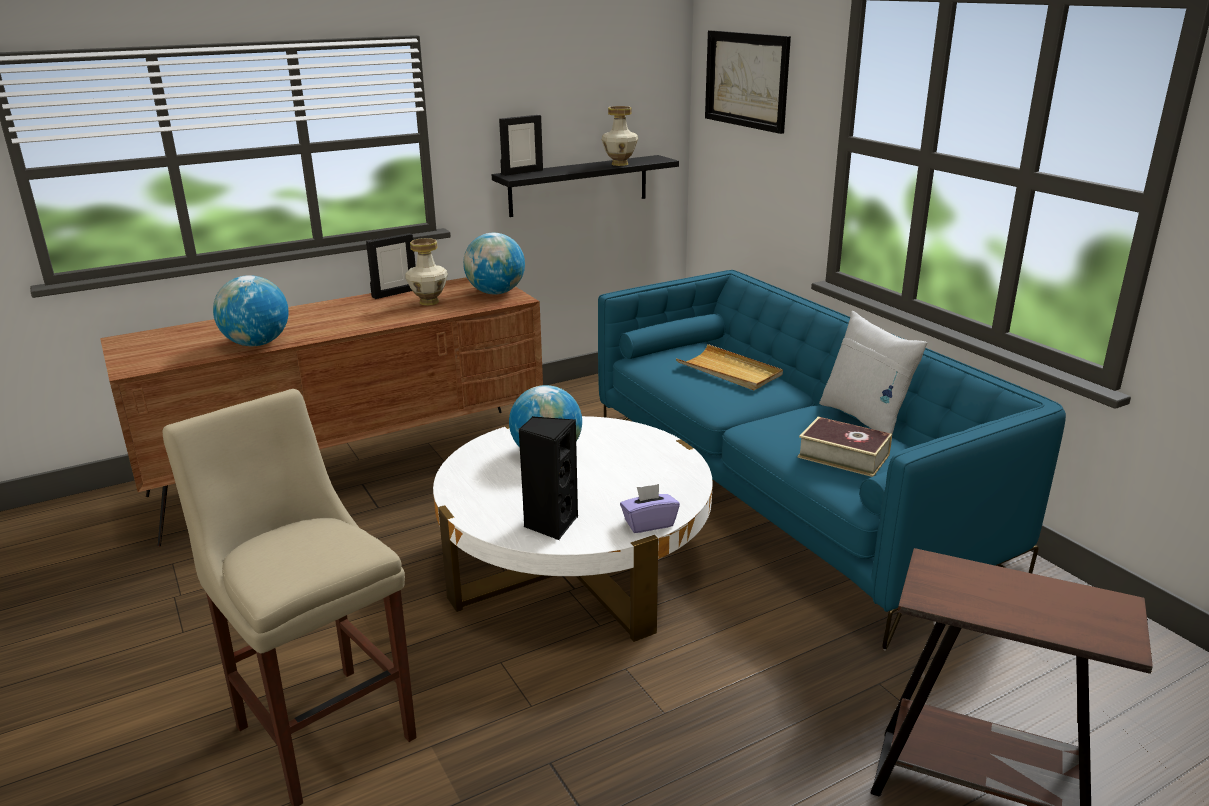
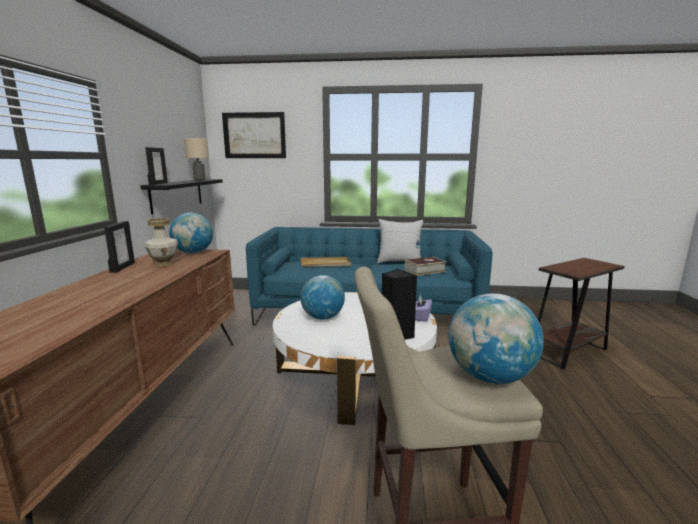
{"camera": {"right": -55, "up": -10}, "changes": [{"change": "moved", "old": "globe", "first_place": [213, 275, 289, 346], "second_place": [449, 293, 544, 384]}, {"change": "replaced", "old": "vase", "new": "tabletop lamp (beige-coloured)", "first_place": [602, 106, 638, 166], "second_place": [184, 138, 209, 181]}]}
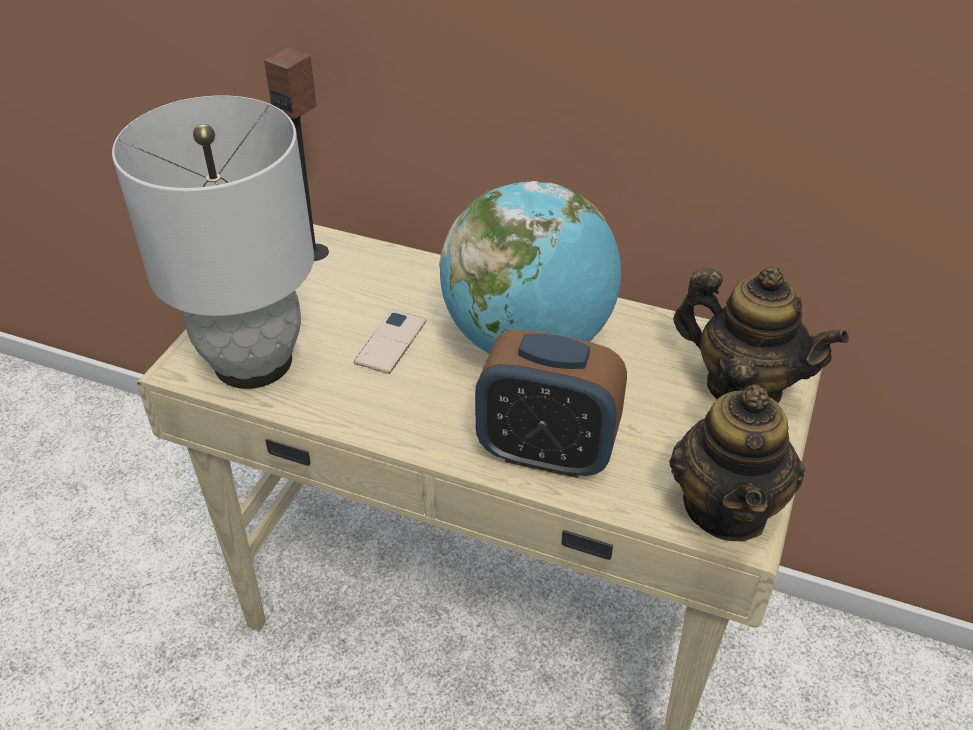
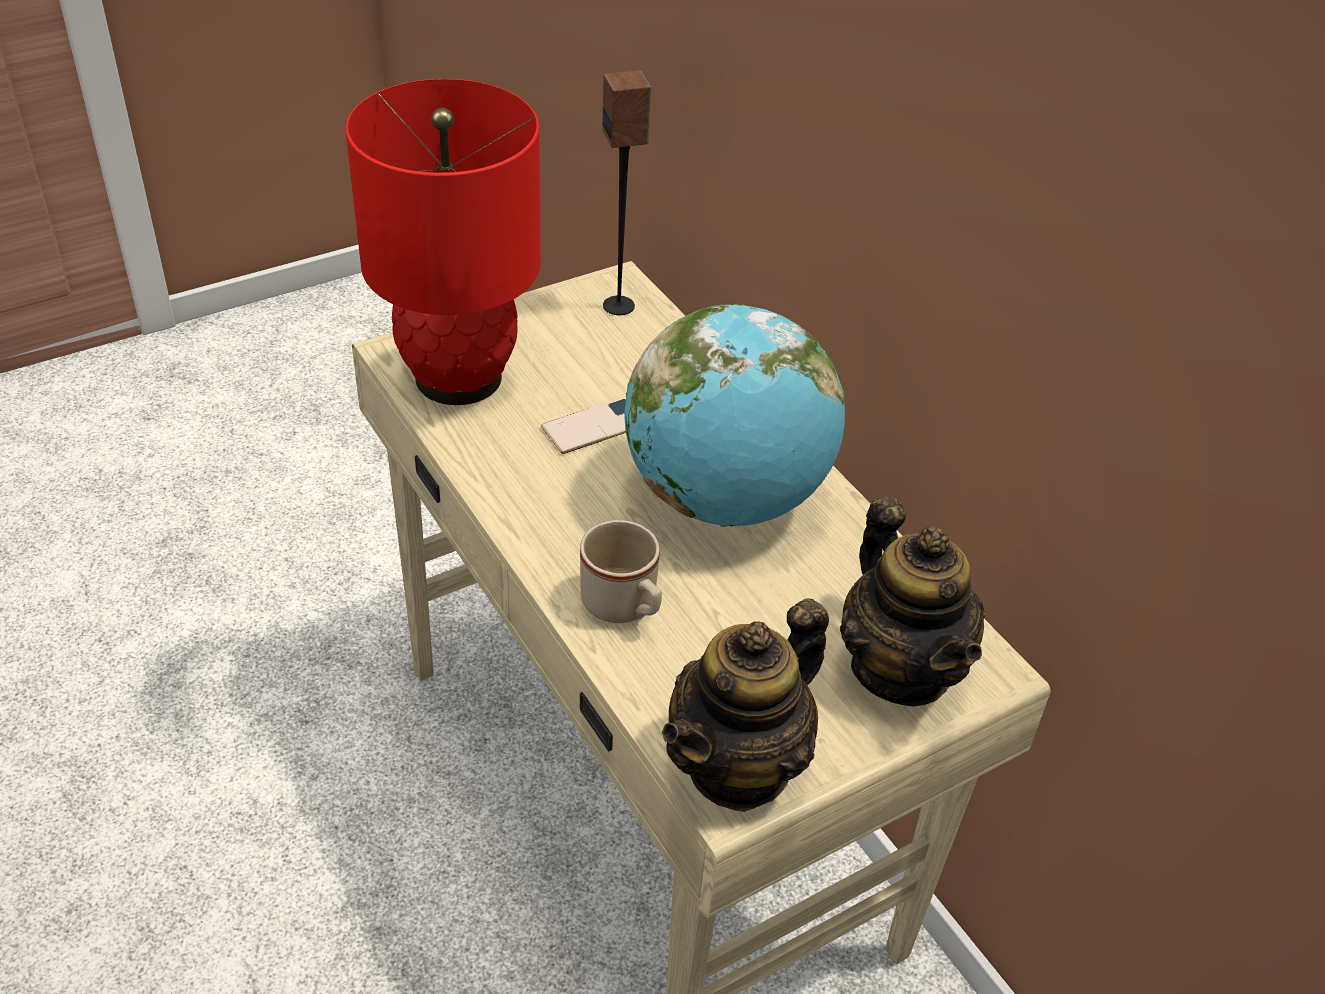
{"camera": {"right": 35, "up": 0}, "changes": [{"change": "recoloured", "old": "tabletop lamp (whitish)", "new": "tabletop lamp (red-coloured)", "first_place": [112, 95, 314, 389], "second_place": [345, 79, 541, 405]}, {"change": "replaced", "old": "table clock", "new": "tea mug (beige-coloured)", "first_place": [475, 329, 627, 478], "second_place": [580, 520, 662, 623]}]}
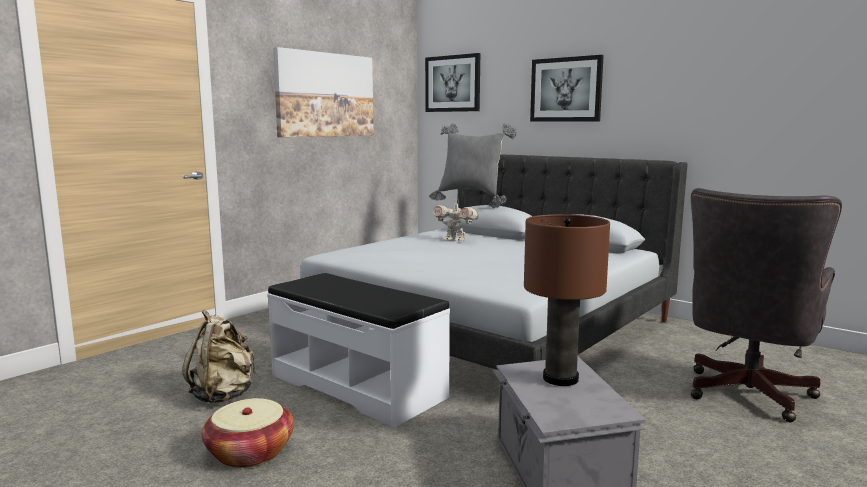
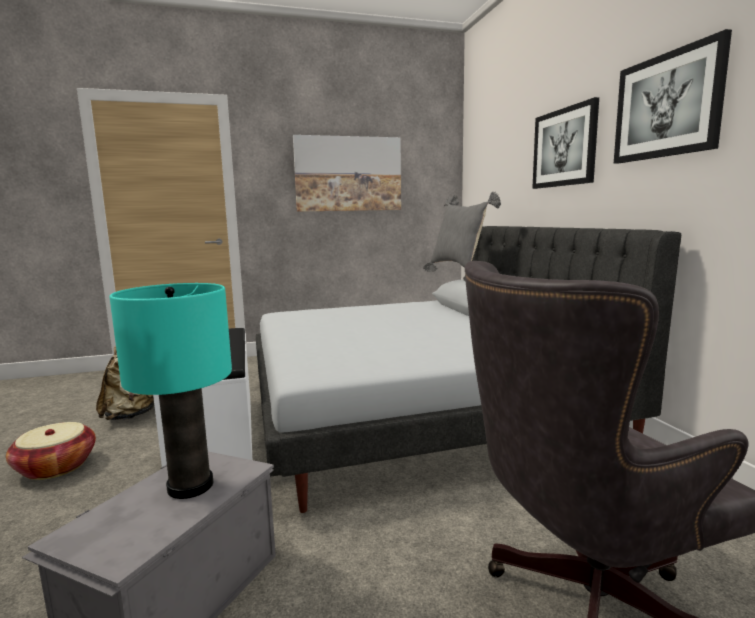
{"camera": {"right": 35, "up": 0}, "changes": [{"change": "moved", "old": "wall picture", "first_place": [425, 53, 480, 112], "second_place": [614, 29, 732, 164]}, {"change": "removed", "old": "model robot", "first_place": [433, 200, 479, 241]}, {"change": "recoloured", "old": "tabletop lamp (brownish)", "new": "tabletop lamp (blue-green)", "first_place": [524, 214, 610, 386], "second_place": [109, 283, 232, 499]}]}
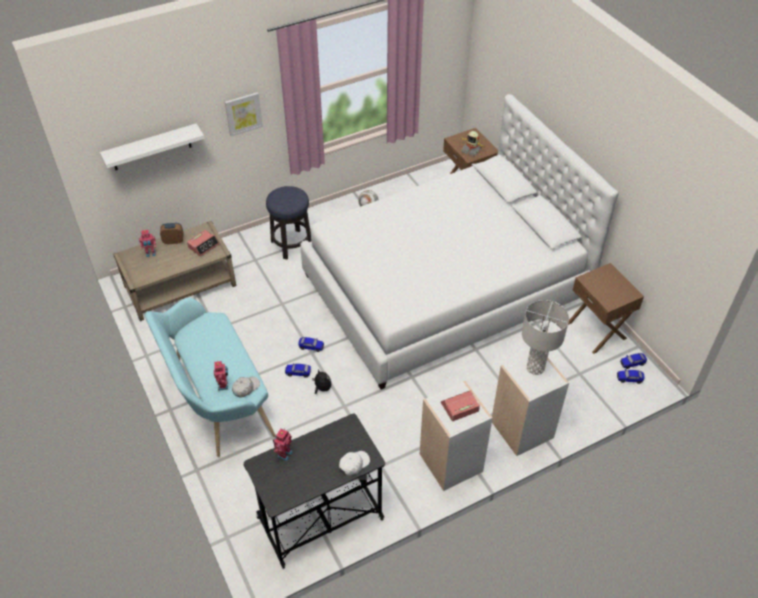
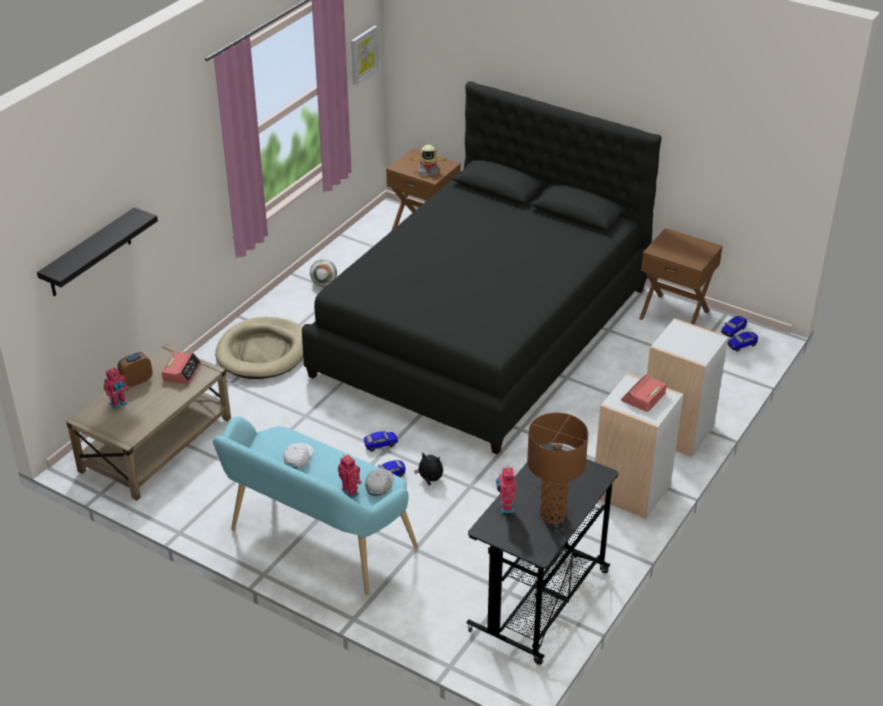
{"camera": {"right": -30, "up": -10}, "changes": [{"change": "recoloured", "old": "bracket shelf (whitish)", "new": "bracket shelf (black)", "first_place": [100, 124, 205, 170], "second_place": [37, 207, 158, 296]}, {"change": "moved", "old": "wall picture", "first_place": [225, 92, 263, 136], "second_place": [351, 26, 379, 85]}, {"change": "replaced", "old": "stool seat", "new": "dog bed (beige-coloured)", "first_place": [266, 186, 311, 259], "second_place": [215, 317, 303, 379]}, {"change": "recoloured", "old": "bedroom bed (whitish)", "new": "bedroom bed (black)", "first_place": [301, 94, 618, 389], "second_place": [302, 81, 661, 455]}, {"change": "moved", "old": "peaked cap (whitish)", "first_place": [339, 451, 370, 476], "second_place": [283, 443, 314, 469]}, {"change": "removed", "old": "tabletop lamp (whitish)", "first_place": [522, 300, 569, 375]}, {"change": "added", "new": "tabletop lamp (brownish)", "second_place": [527, 413, 588, 524]}]}
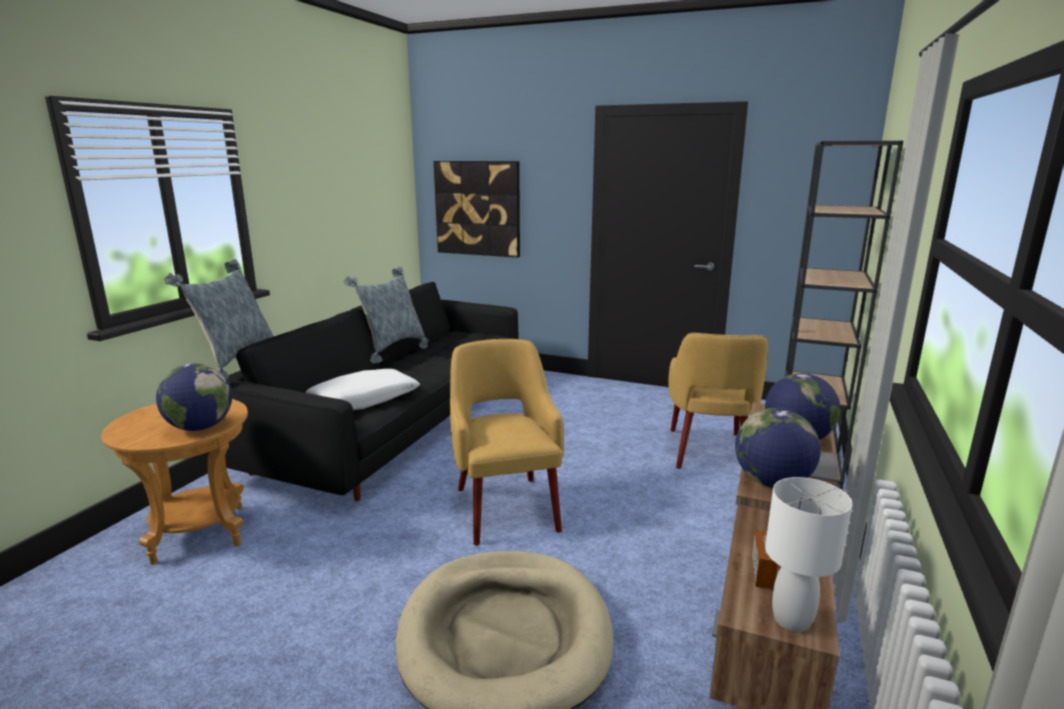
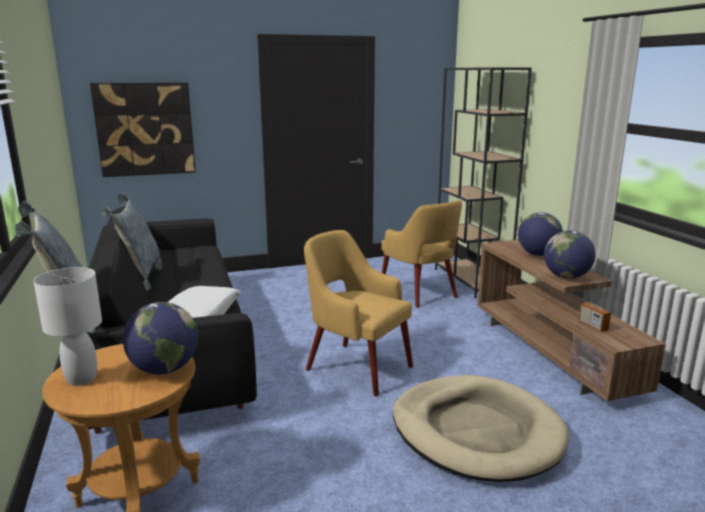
{"camera": {"right": -40, "up": 0}, "changes": [{"change": "moved", "old": "tabletop lamp (whitish)", "first_place": [765, 477, 852, 632], "second_place": [33, 267, 102, 386]}]}
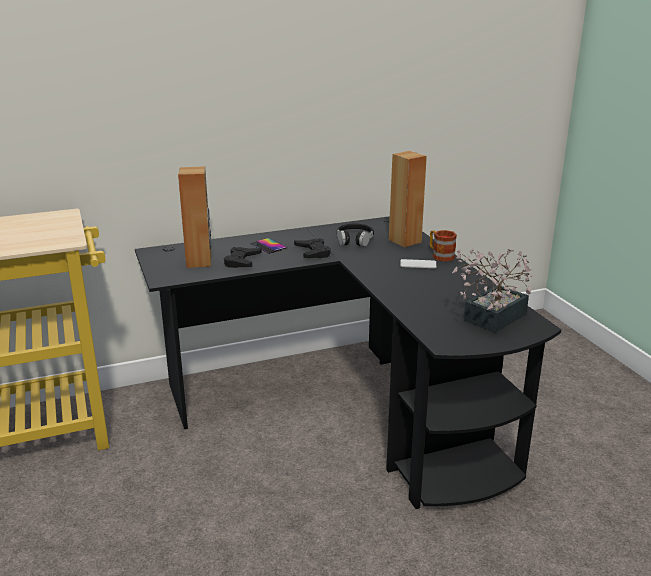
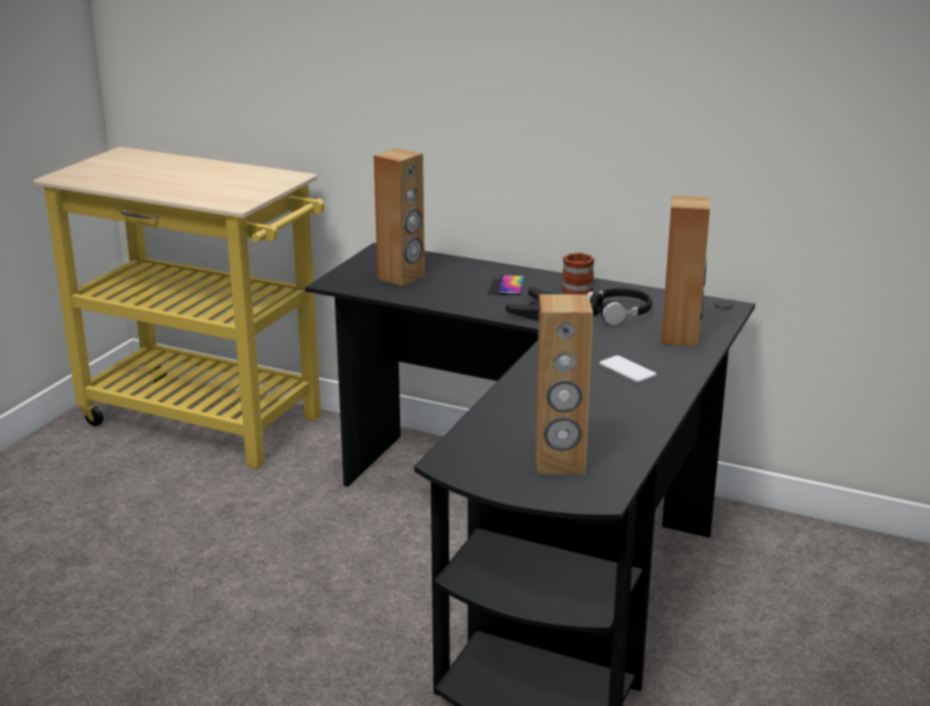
{"camera": {"right": 45, "up": 0}, "changes": [{"change": "removed", "old": "joypad (black)", "first_place": [224, 247, 262, 268]}, {"change": "moved", "old": "tea mug", "first_place": [430, 230, 457, 261], "second_place": [562, 252, 594, 294]}, {"change": "replaced", "old": "potted plant", "new": "speaker (brownish)", "first_place": [452, 248, 533, 333], "second_place": [535, 294, 593, 474]}]}
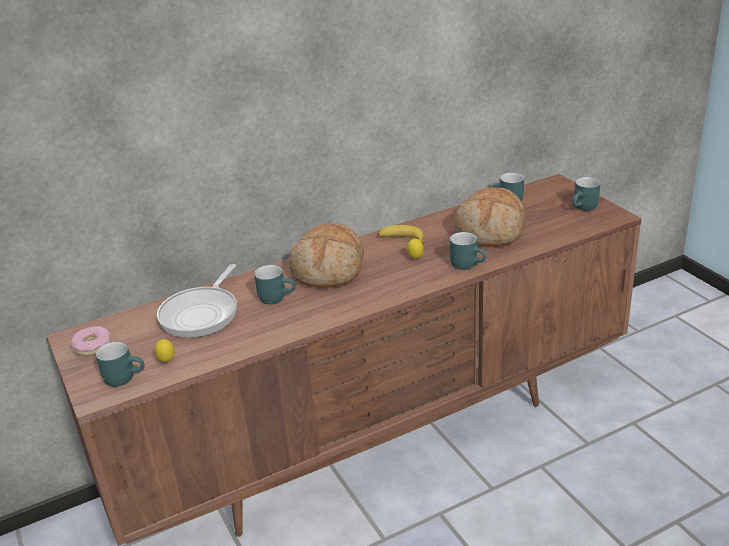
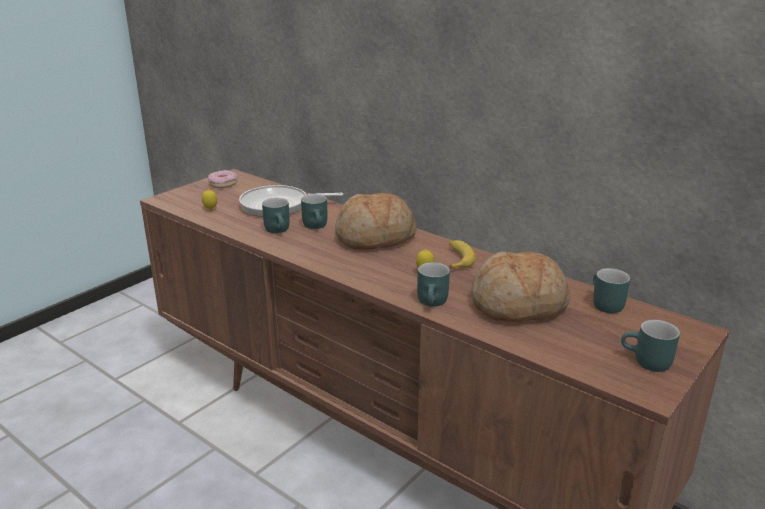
{"camera": {"right": 65, "up": -5}, "changes": [{"change": "moved", "old": "tea mug (blue-green)", "first_place": [96, 342, 145, 387], "second_place": [262, 198, 290, 233]}]}
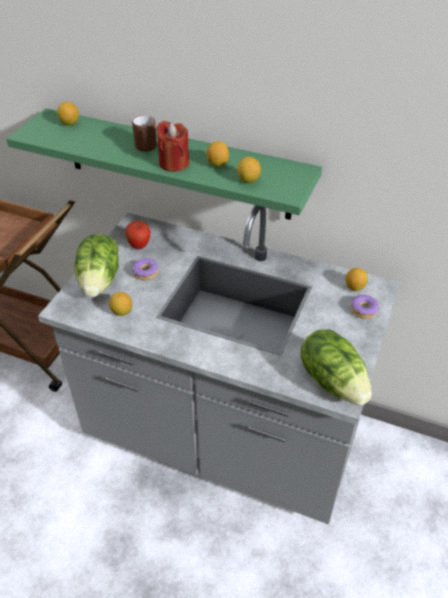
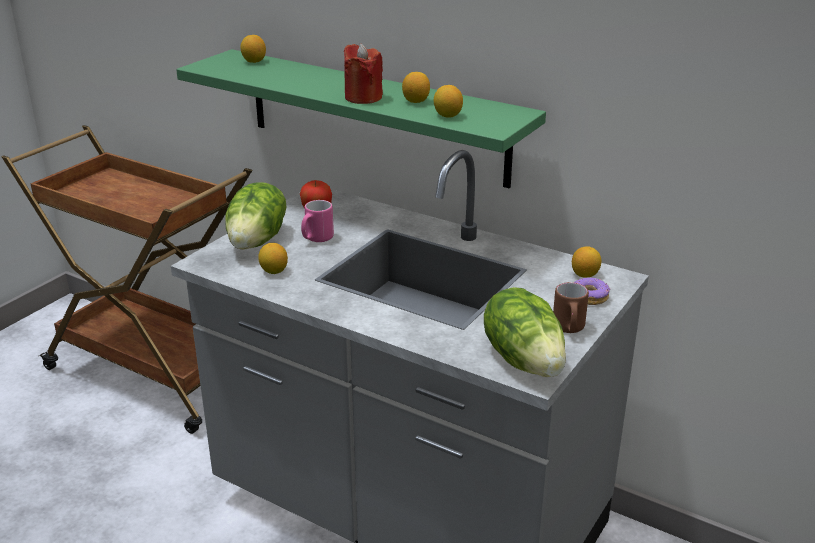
{"camera": {"right": 10, "up": -15}, "changes": [{"change": "moved", "old": "tea mug (brownish)", "first_place": [132, 115, 157, 152], "second_place": [553, 282, 589, 333]}, {"change": "replaced", "old": "ring doughnut", "new": "tea mug (pink)", "first_place": [132, 258, 158, 280], "second_place": [301, 200, 334, 242]}]}
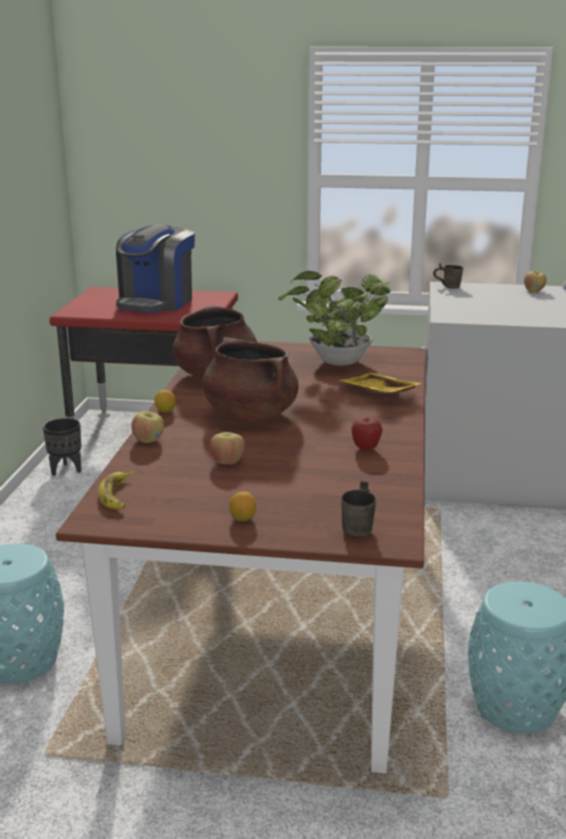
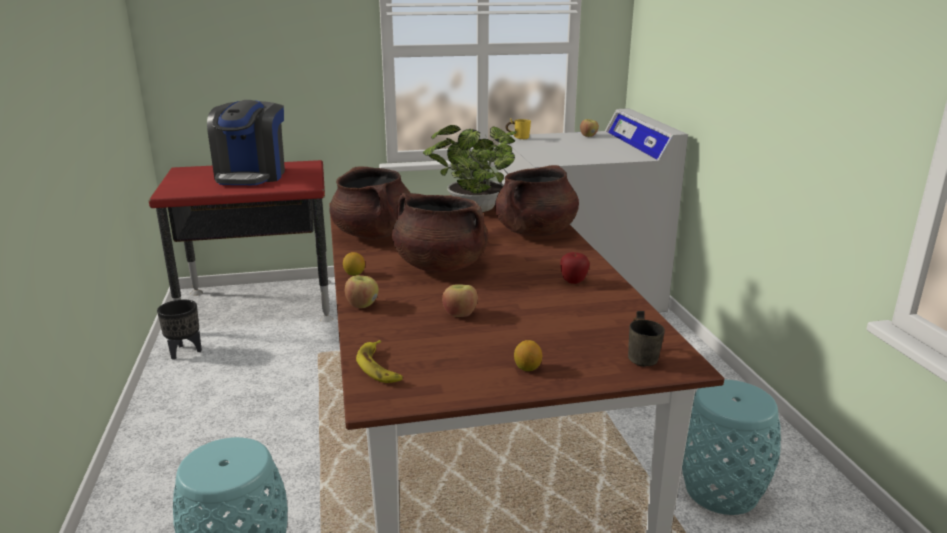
{"camera": {"right": -20, "up": 0}, "changes": [{"change": "replaced", "old": "serving tray (yellow-coloured)", "new": "cooking pot (brownish)", "first_place": [340, 373, 422, 395], "second_place": [495, 165, 579, 236]}, {"change": "recoloured", "old": "tea mug (grey)", "new": "tea mug (yellow-coloured)", "first_place": [433, 263, 463, 289], "second_place": [506, 118, 531, 139]}]}
